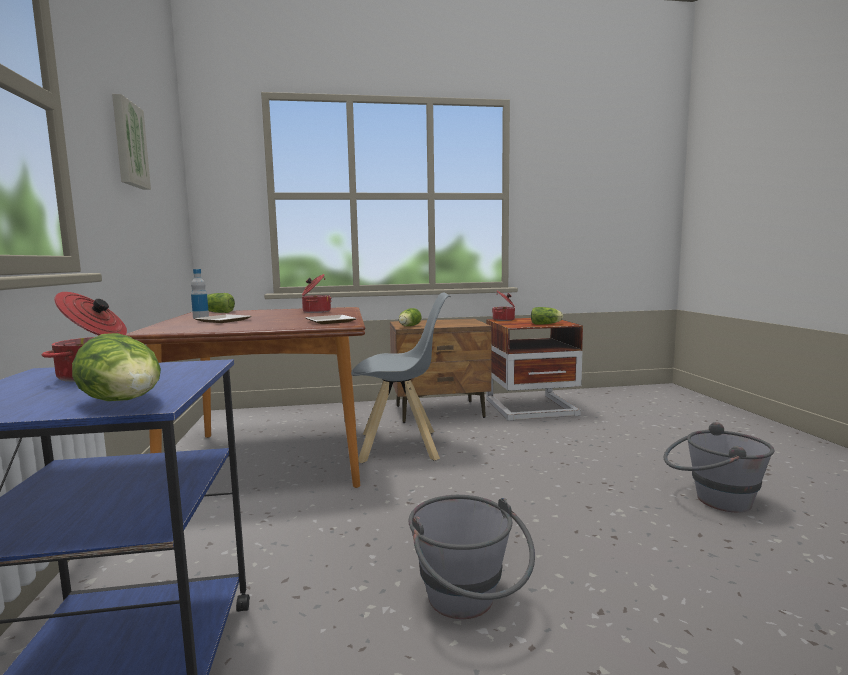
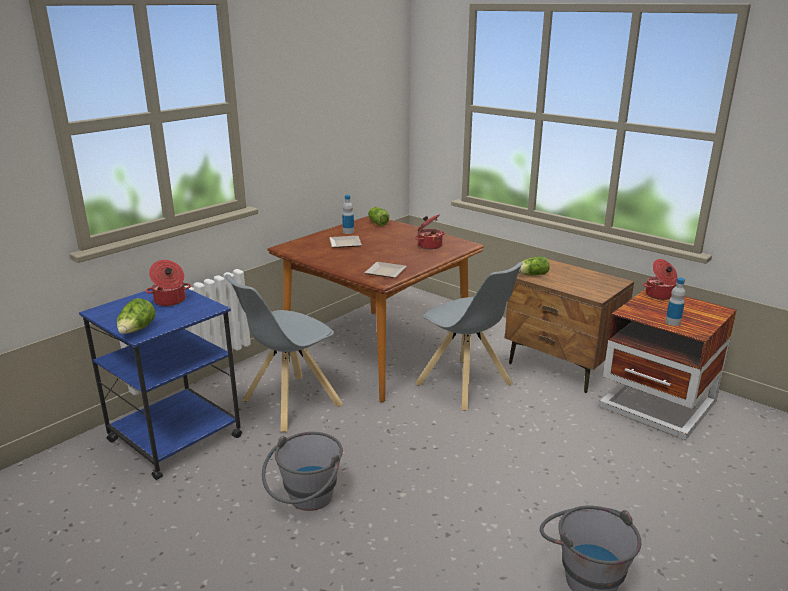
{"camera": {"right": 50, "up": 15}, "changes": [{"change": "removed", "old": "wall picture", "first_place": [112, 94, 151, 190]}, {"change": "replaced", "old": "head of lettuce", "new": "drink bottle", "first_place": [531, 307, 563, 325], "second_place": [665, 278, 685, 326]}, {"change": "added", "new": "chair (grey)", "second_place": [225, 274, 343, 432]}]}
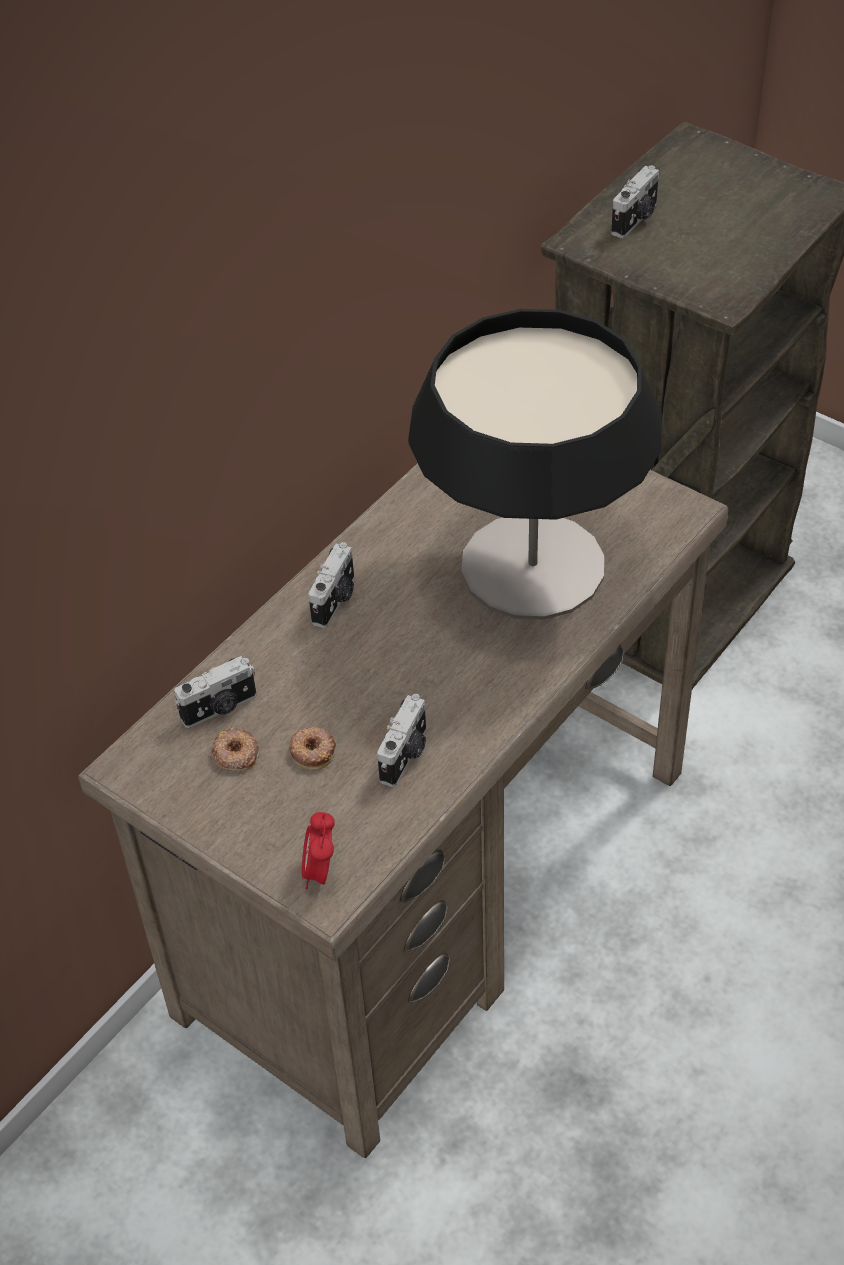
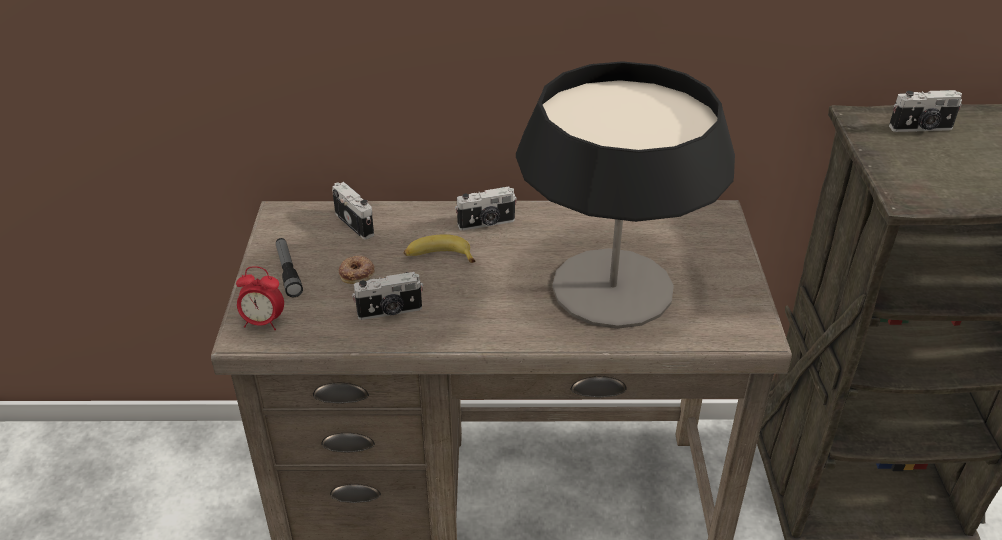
{"camera": {"right": 50, "up": -10}, "changes": [{"change": "turned", "old": "photo camera", "first_place": [174, 656, 256, 728], "second_place": [332, 182, 374, 239], "degrees": -150}, {"change": "removed", "old": "ring doughnut", "first_place": [212, 727, 259, 771]}, {"change": "turned", "old": "table clock", "first_place": [302, 812, 335, 889], "second_place": [236, 266, 284, 330], "degrees": -135}, {"change": "added", "new": "torch", "second_place": [276, 238, 303, 297]}, {"change": "added", "new": "banana fruit", "second_place": [404, 234, 475, 263]}]}
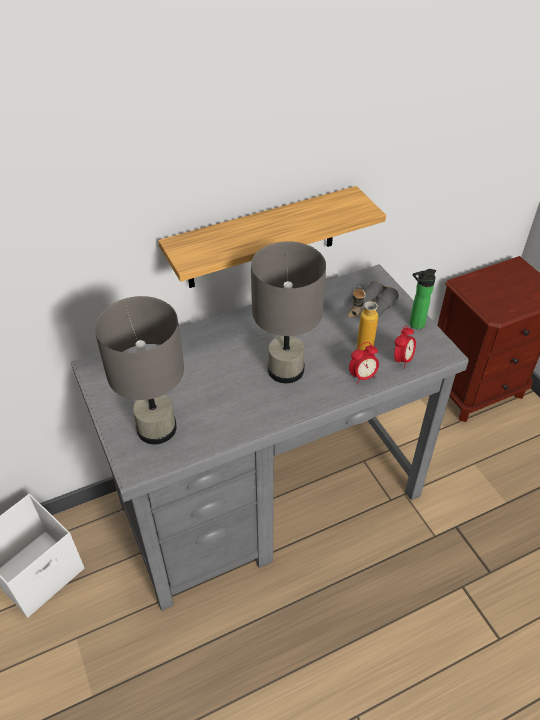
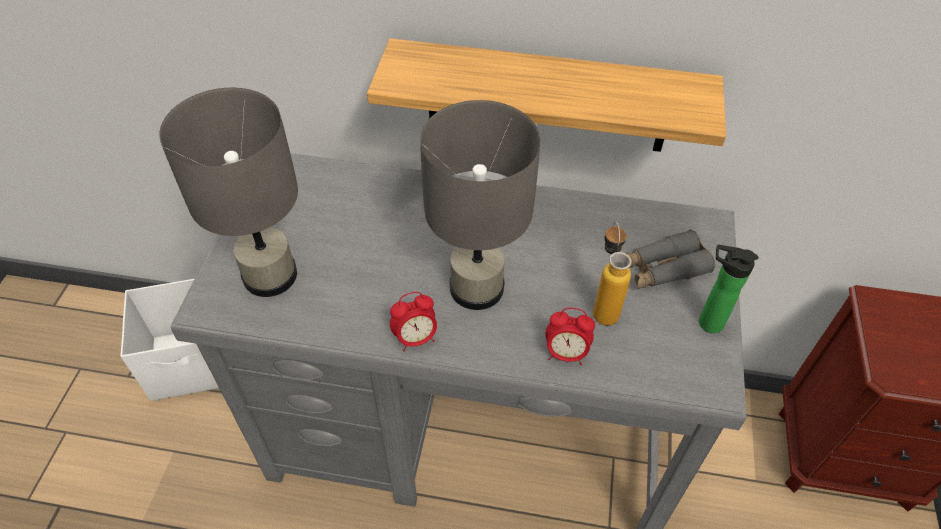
{"camera": {"right": 35, "up": 5}, "changes": [{"change": "moved", "old": "table clock", "first_place": [394, 326, 416, 369], "second_place": [390, 292, 437, 352]}]}
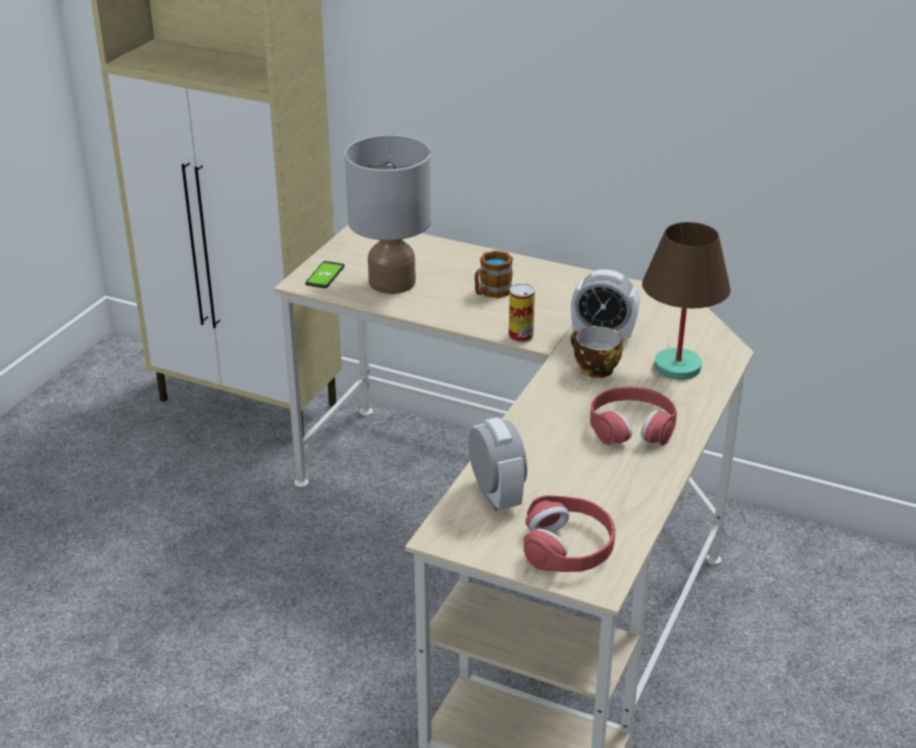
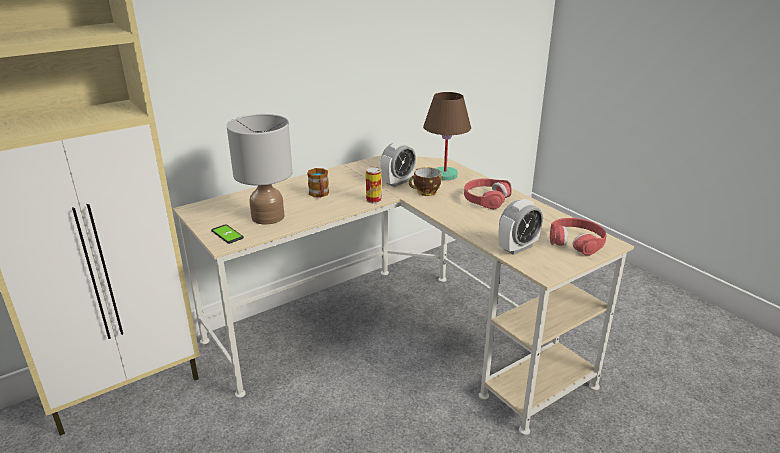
{"camera": {"right": -60, "up": -5}, "changes": [{"change": "turned", "old": "table clock", "first_place": [468, 417, 527, 511], "second_place": [498, 199, 543, 255], "degrees": 135}]}
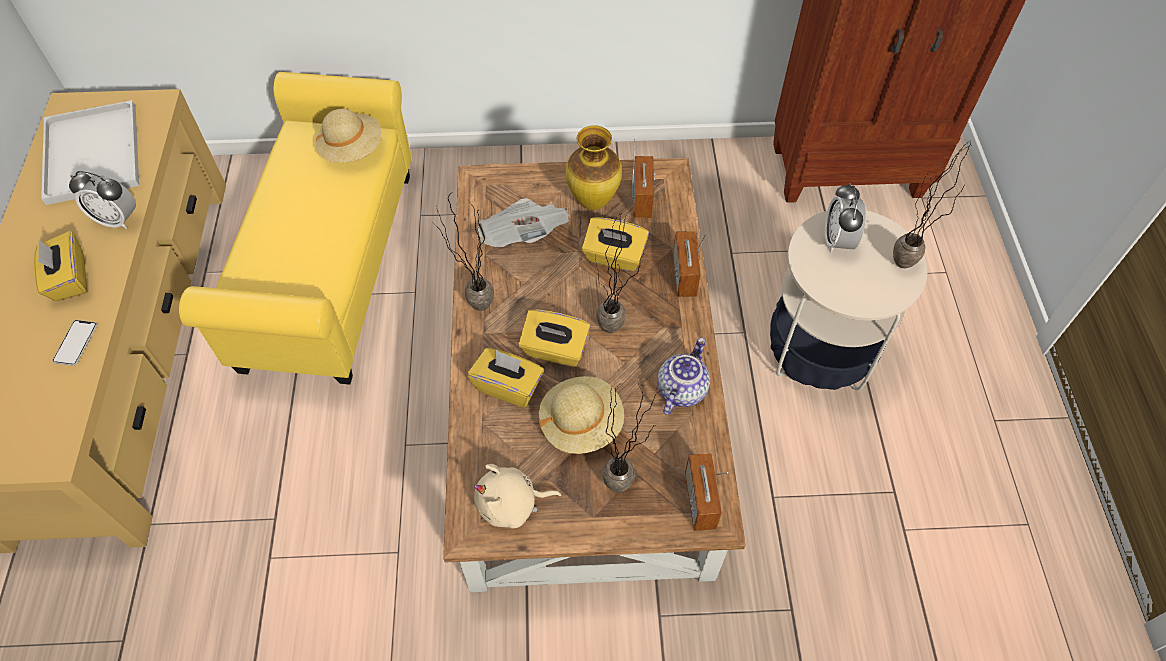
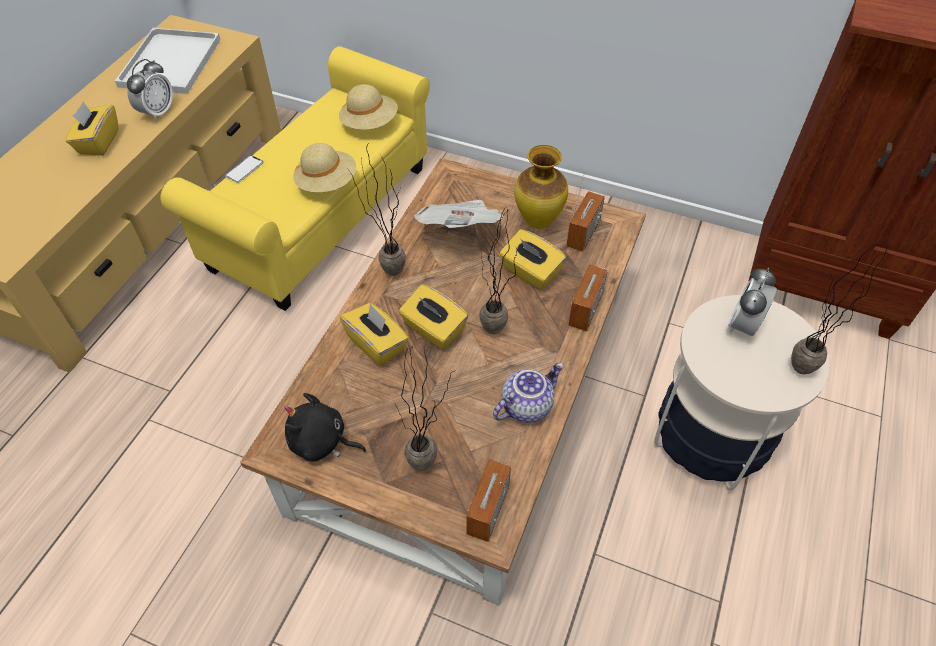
{"camera": {"right": 25, "up": -5}, "changes": [{"change": "moved", "old": "handset", "first_place": [52, 320, 97, 366], "second_place": [225, 155, 264, 183]}, {"change": "turned", "old": "table clock", "first_place": [69, 171, 136, 229], "second_place": [127, 59, 173, 121], "degrees": -105}, {"change": "recoloured", "old": "cuddly toy (beige-coloured)", "new": "cuddly toy (black)", "first_place": [474, 464, 561, 528], "second_place": [285, 393, 366, 462]}, {"change": "moved", "old": "hat (beige-coloured)", "first_place": [539, 376, 624, 454], "second_place": [293, 143, 356, 192]}]}
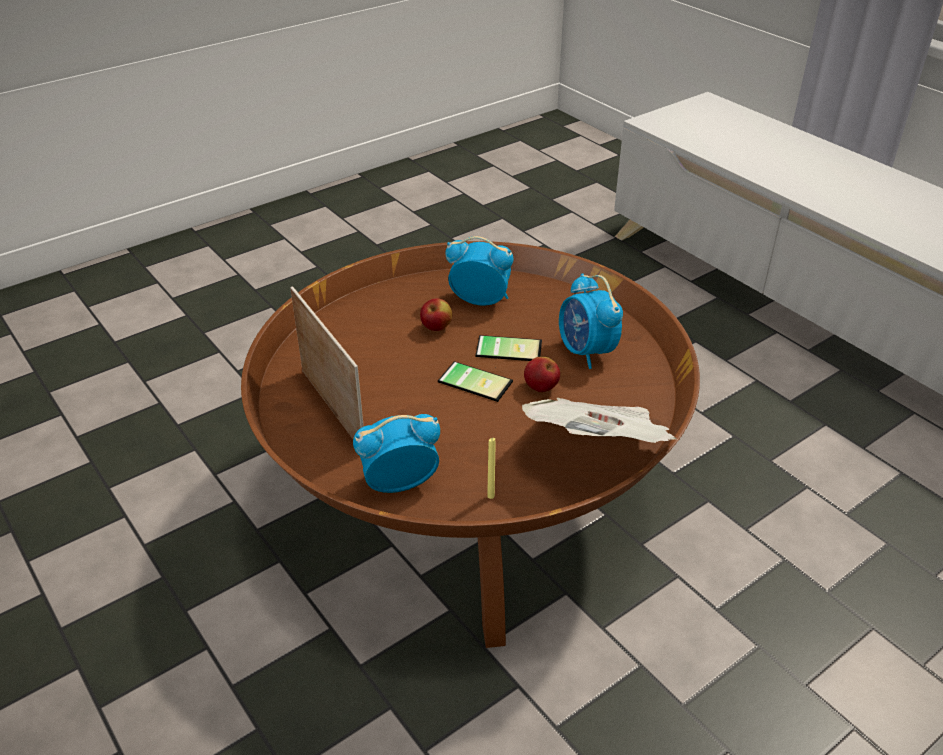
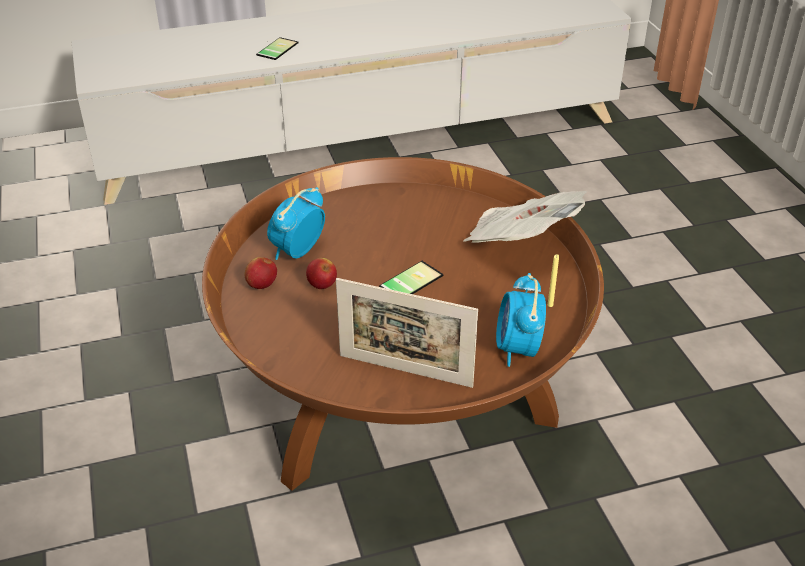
{"camera": {"right": -70, "up": 0}, "changes": [{"change": "turned", "old": "photo frame", "first_place": [290, 286, 364, 439], "second_place": [336, 278, 478, 388], "degrees": -150}, {"change": "moved", "old": "handset", "first_place": [475, 335, 542, 361], "second_place": [256, 37, 299, 60]}, {"change": "moved", "old": "apple", "first_place": [524, 357, 560, 392], "second_place": [245, 257, 277, 289]}, {"change": "removed", "old": "table clock", "first_place": [559, 273, 623, 369]}]}
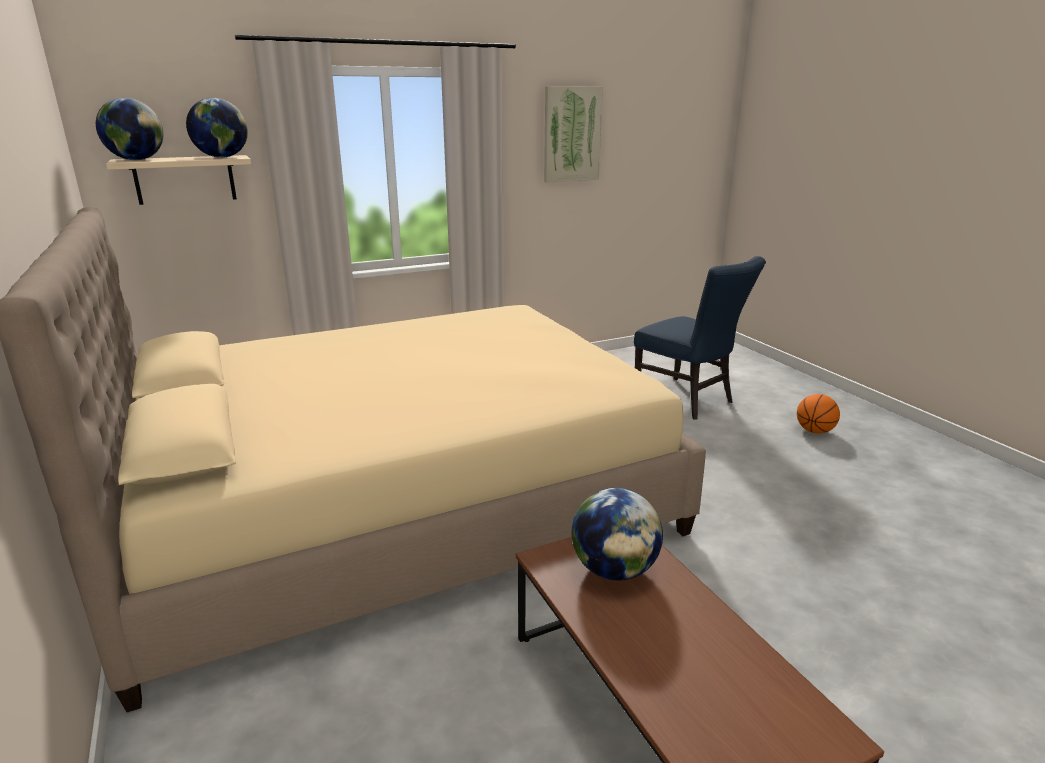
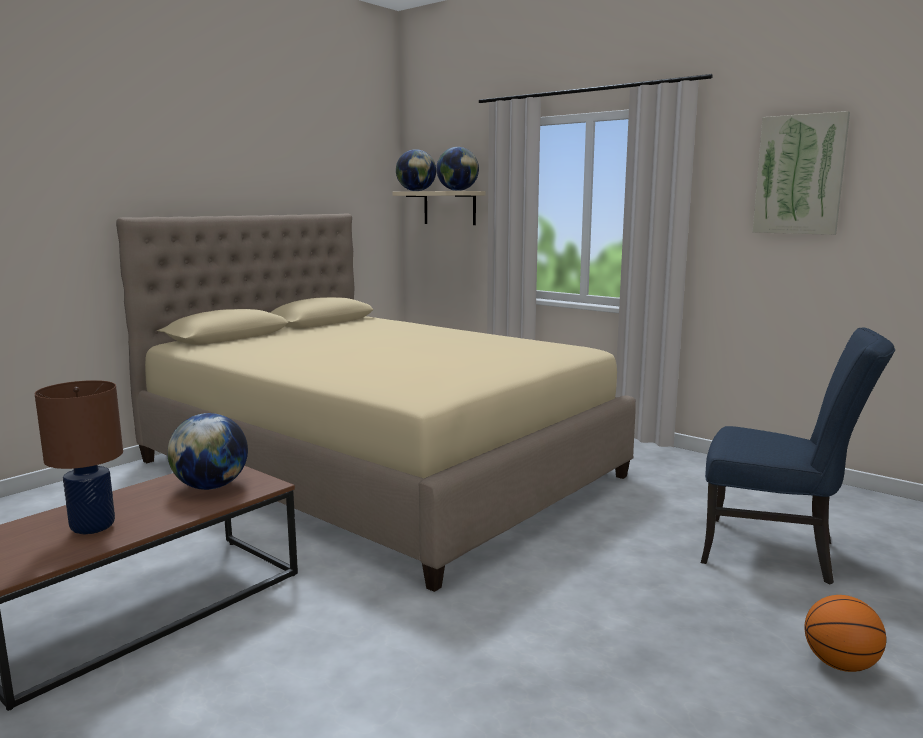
{"camera": {"right": 65, "up": -10}, "changes": [{"change": "turned", "old": "chair (bluish)", "first_place": [634, 256, 766, 420], "second_place": [701, 328, 895, 584], "degrees": -90}, {"change": "added", "new": "tabletop lamp (brownish)", "second_place": [35, 380, 123, 534]}]}
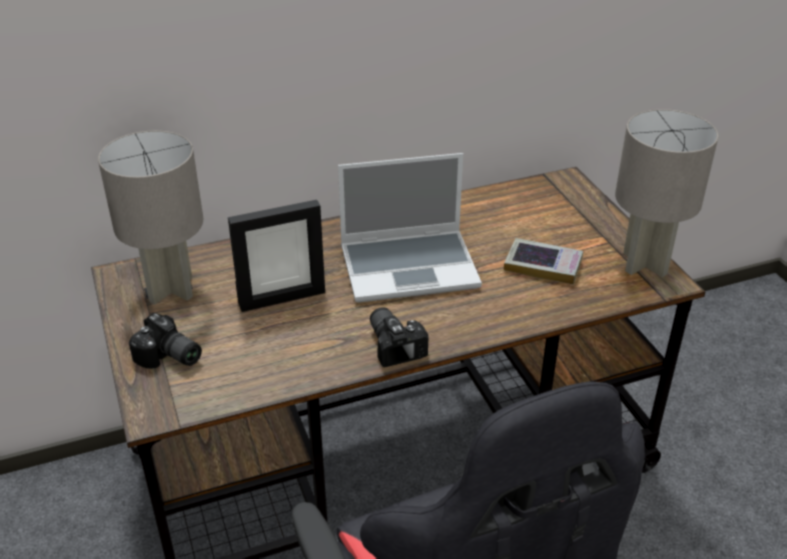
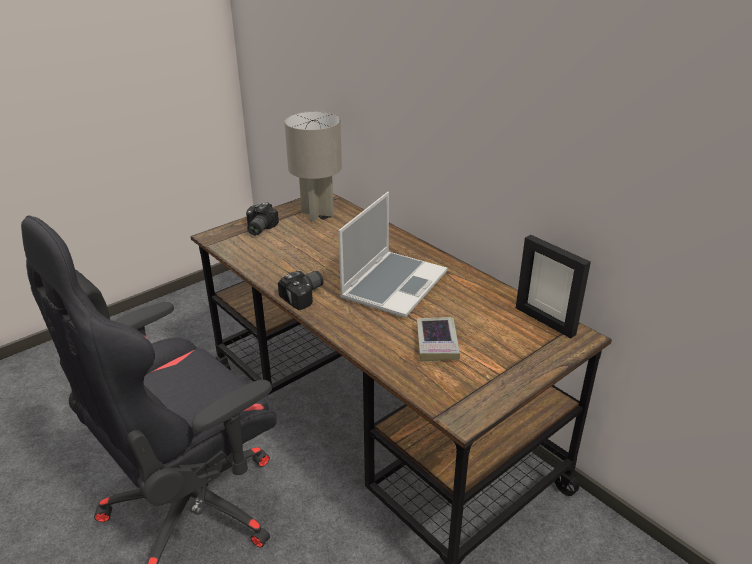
{"camera": {"right": 70, "up": -5}, "changes": [{"change": "moved", "old": "photo frame", "first_place": [228, 200, 325, 312], "second_place": [516, 235, 591, 338]}, {"change": "turned", "old": "notebook computer", "first_place": [338, 153, 482, 303], "second_place": [338, 192, 447, 318], "degrees": -120}, {"change": "removed", "old": "tabletop lamp (grey)", "first_place": [615, 109, 718, 277]}]}
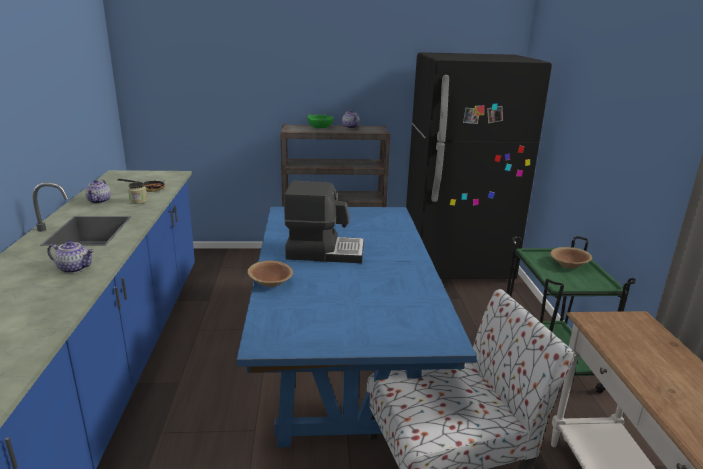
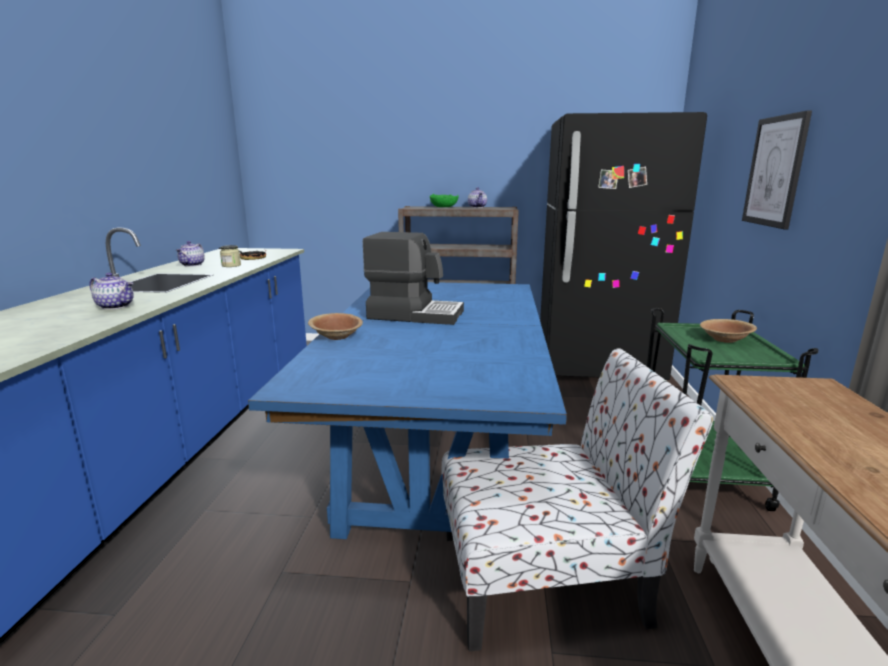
{"camera": {"right": 10, "up": -5}, "changes": [{"change": "added", "new": "wall picture", "second_place": [742, 110, 812, 229]}]}
